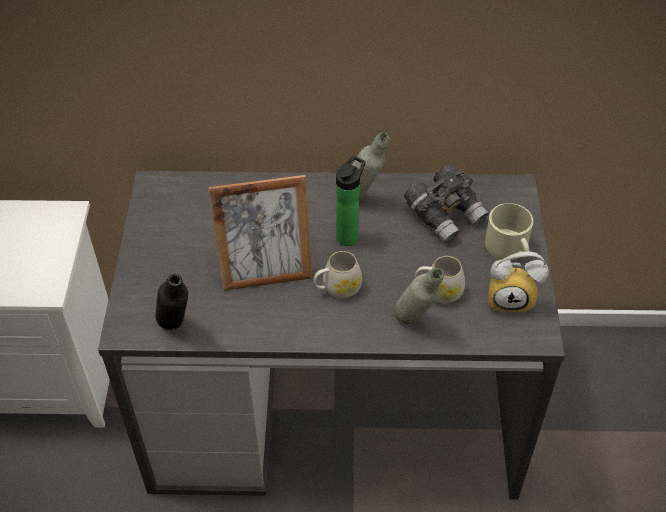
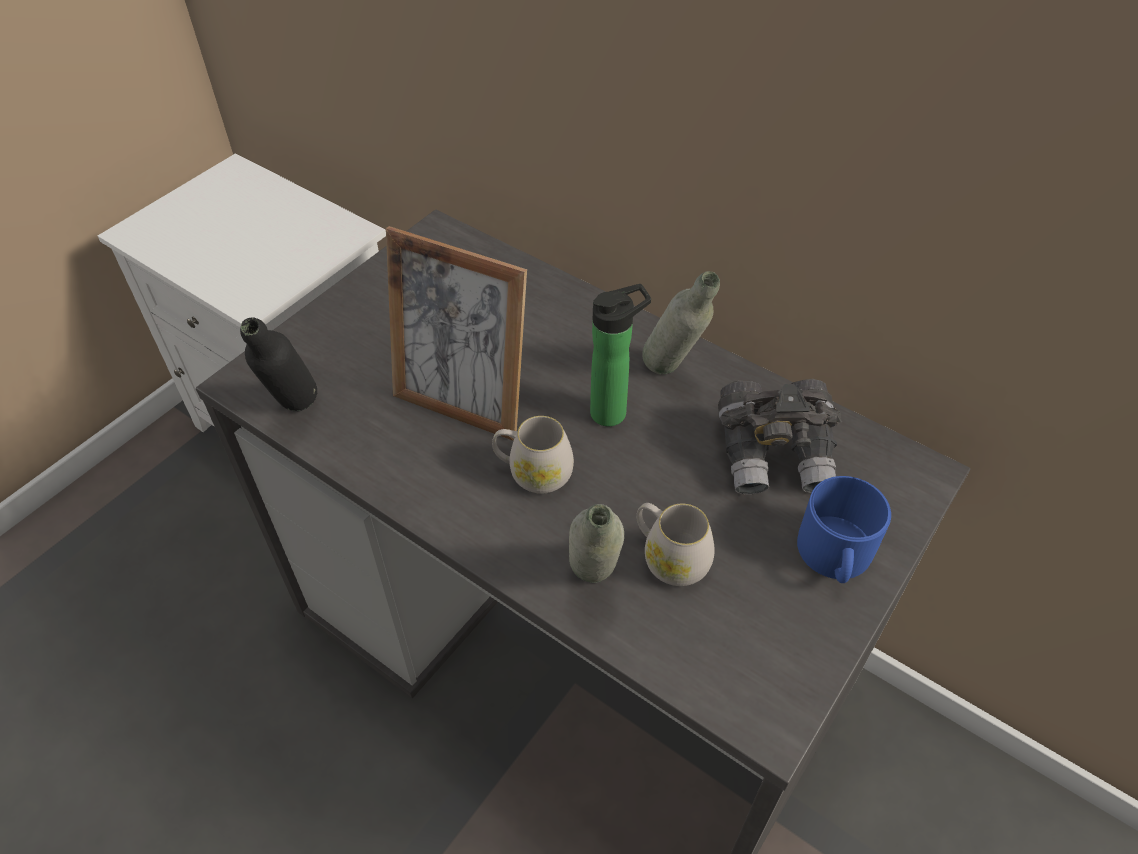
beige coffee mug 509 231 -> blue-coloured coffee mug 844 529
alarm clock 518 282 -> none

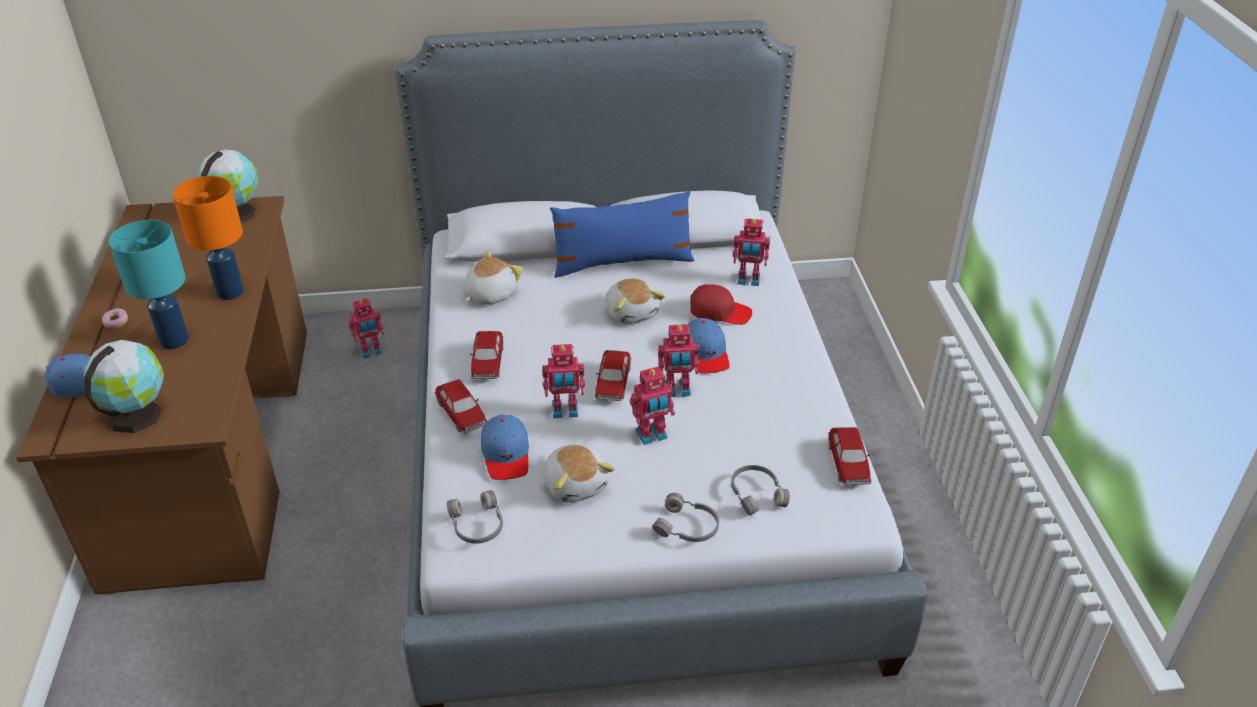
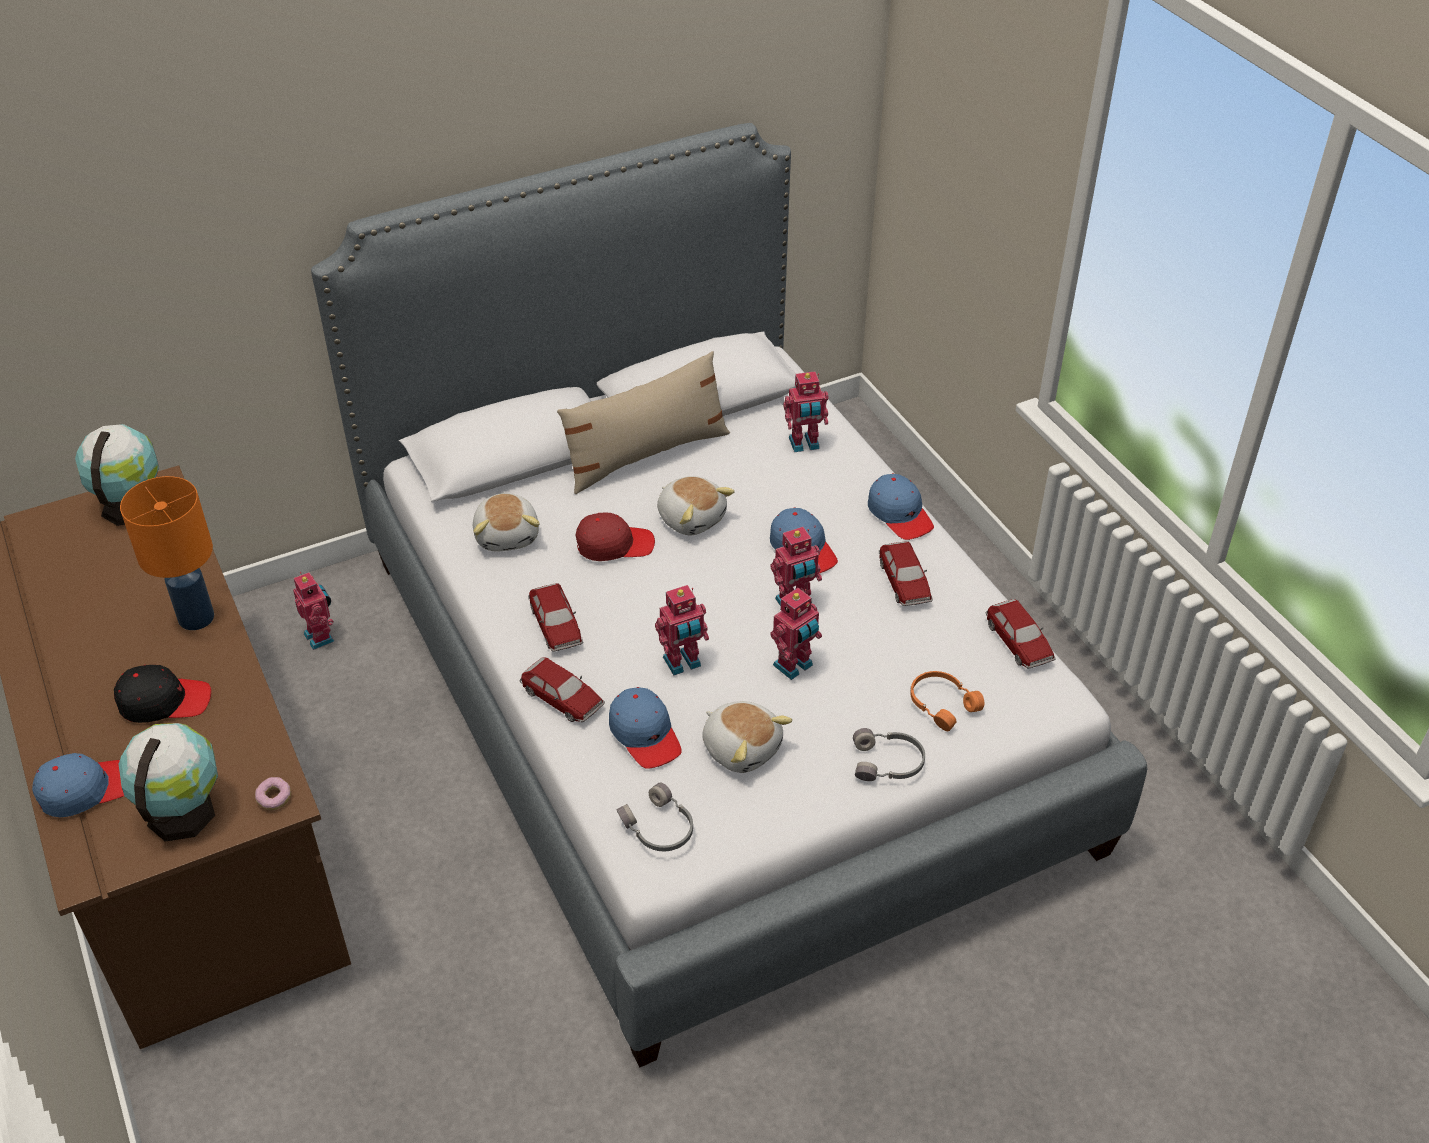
donut 115 318 -> donut 273 793, moved
turquoise-coloured table lamp 149 284 -> black-coloured cap 162 694
robot figure 366 328 -> robot figure 313 611, 75 degrees counterclockwise
plush toy 493 278 -> plush toy 506 522, 150 degrees clockwise
blue-coloured throw pillow 622 234 -> beige throw pillow 643 422
miniature car 613 375 -> miniature car 906 573, moved
red-coloured cap 721 304 -> red-coloured cap 615 536, moved
gray pair of headphones 760 490 -> orange-coloured pair of headphones 947 701
none -> blue-coloured cap 901 507

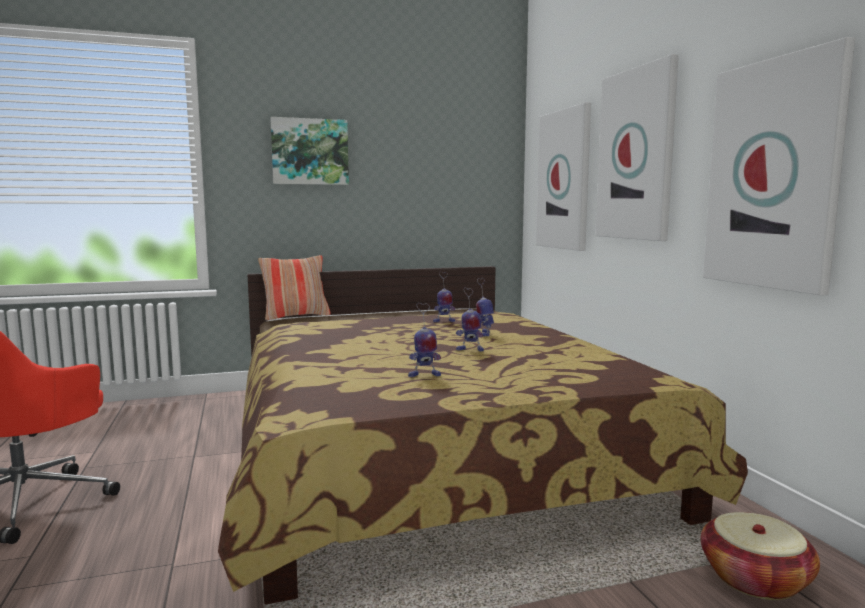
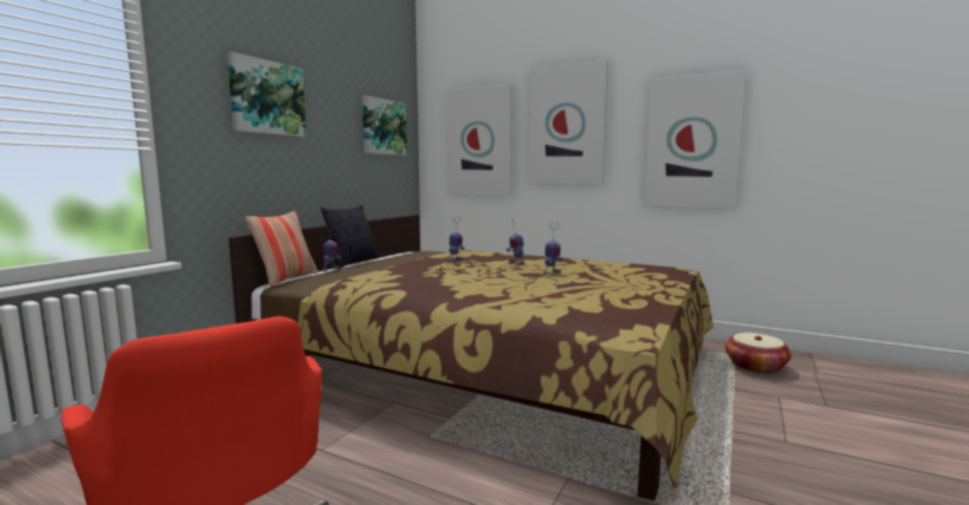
robot figure 424 340 -> robot figure 331 248, moved
none -> throw pillow 350 236
none -> wall art 384 125

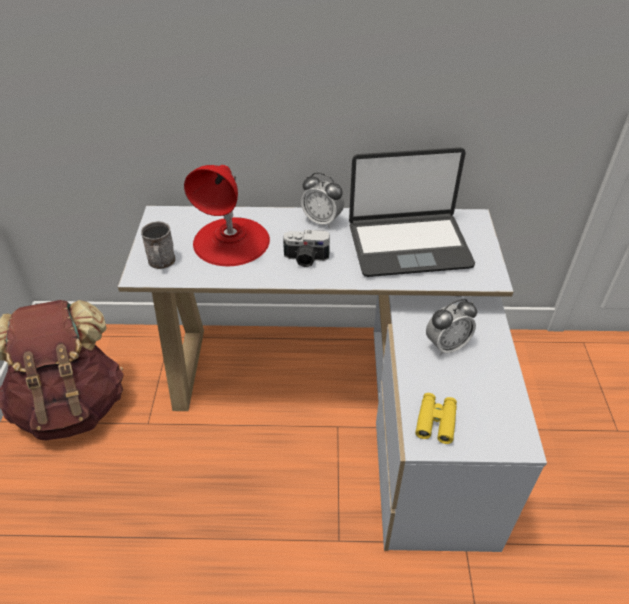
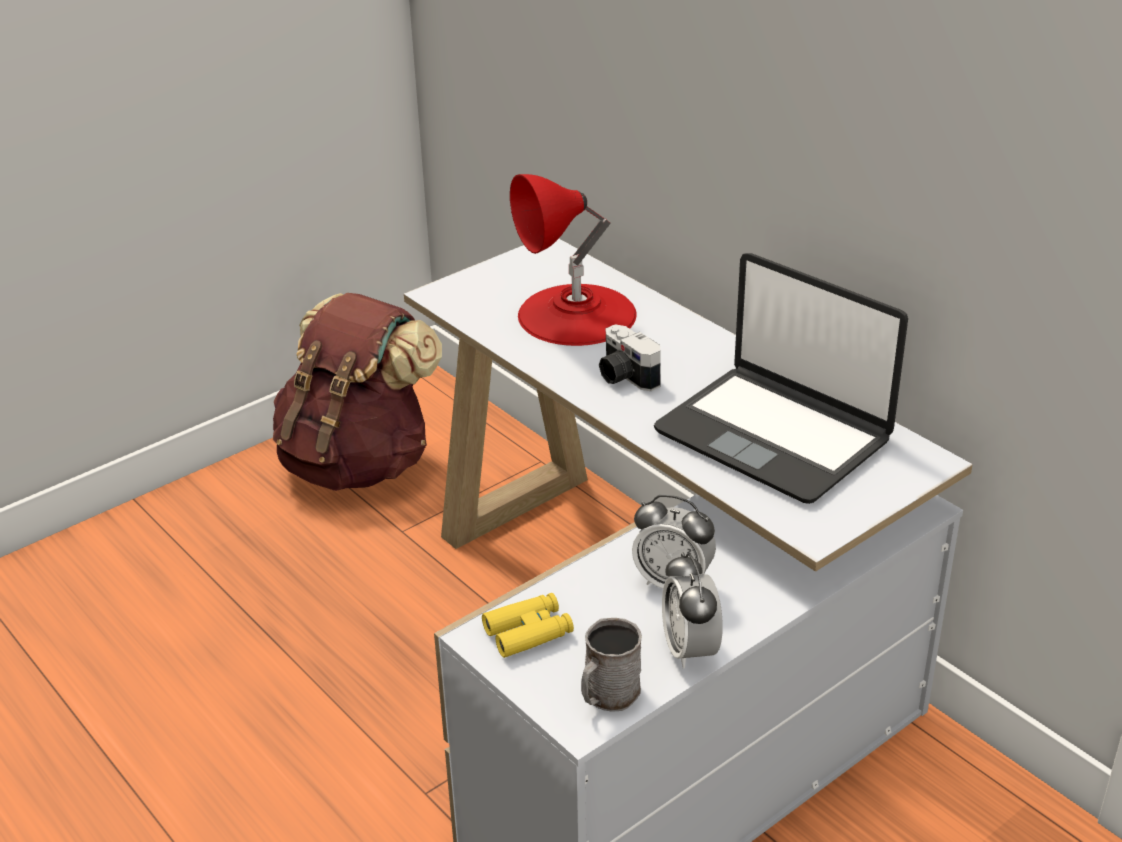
gray coffee mug 158 245 -> gray coffee mug 611 665, moved
alarm clock 322 200 -> alarm clock 692 610, moved

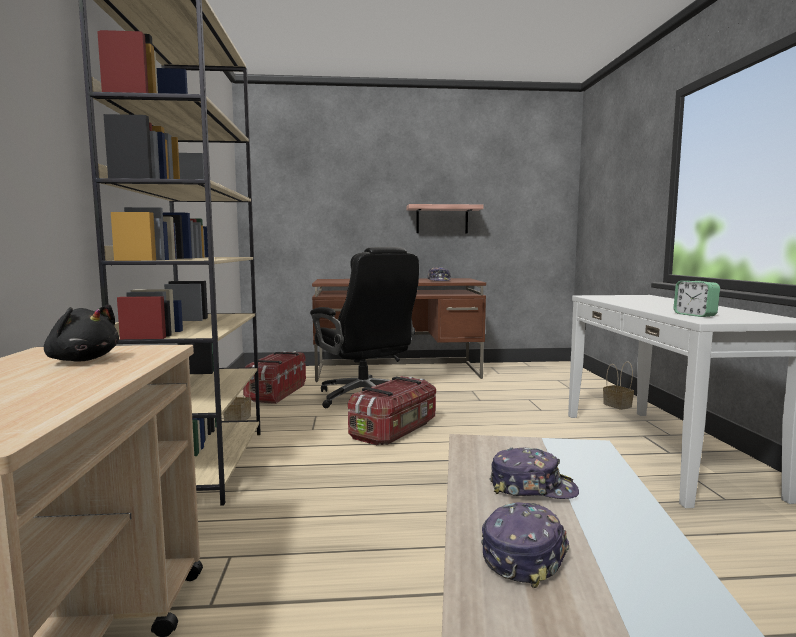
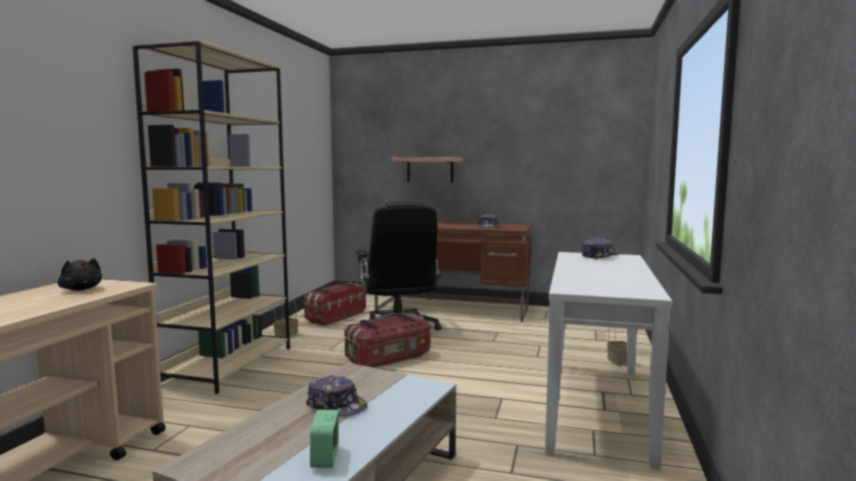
wall shelf 445 218 -> wall shelf 427 169, moved
cap 525 545 -> cap 600 249, moved
alarm clock 696 299 -> alarm clock 324 439, moved

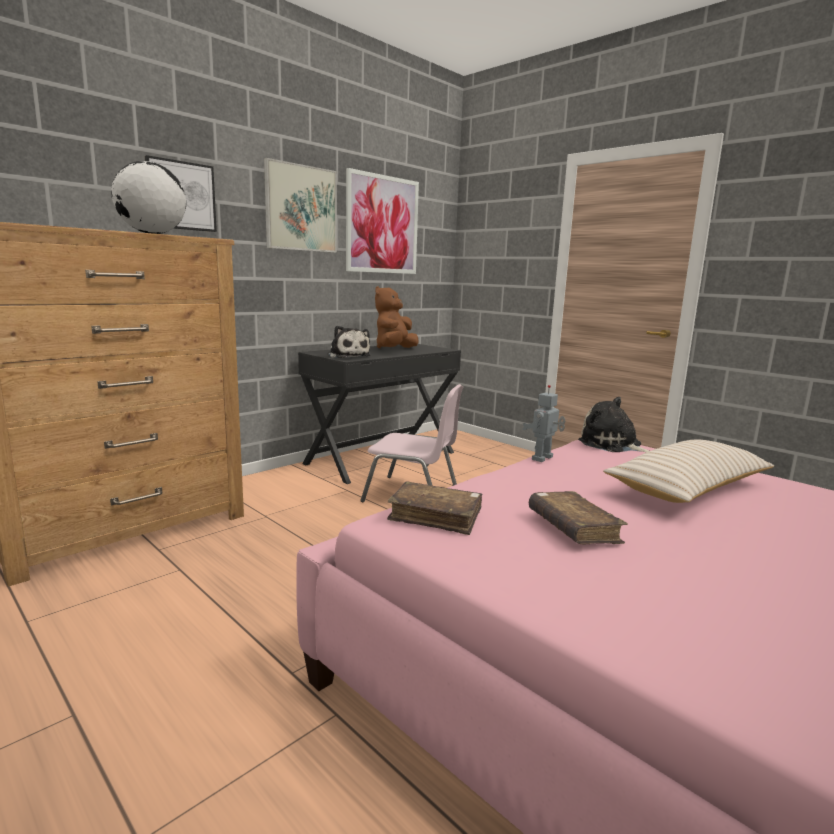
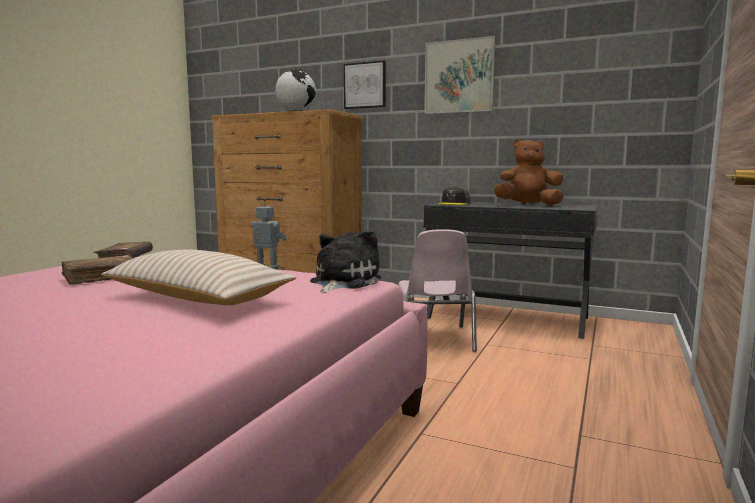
plush toy 349 342 -> gray cap 454 195
wall art 382 221 -> none

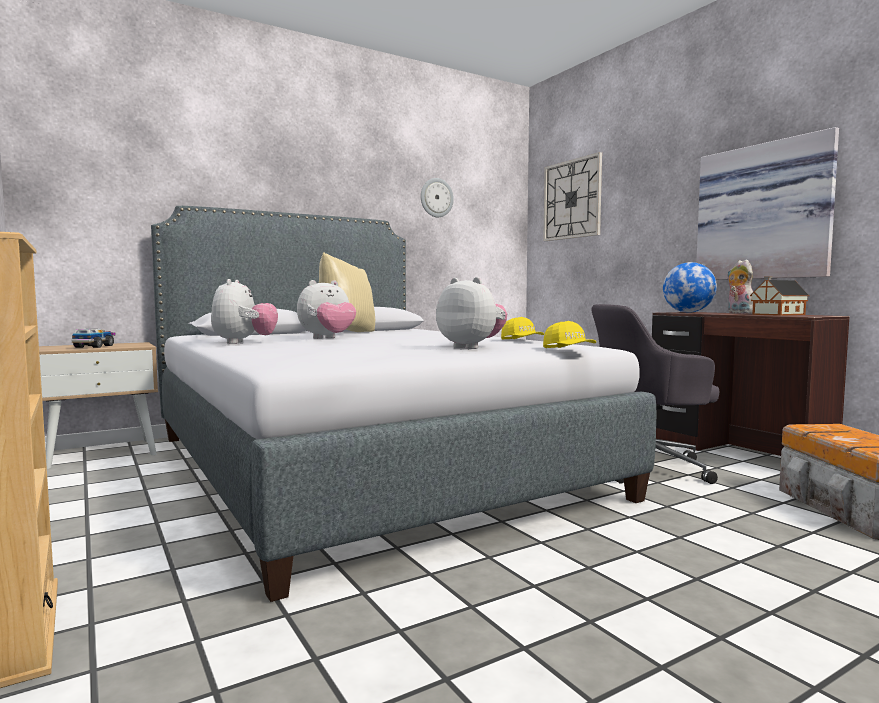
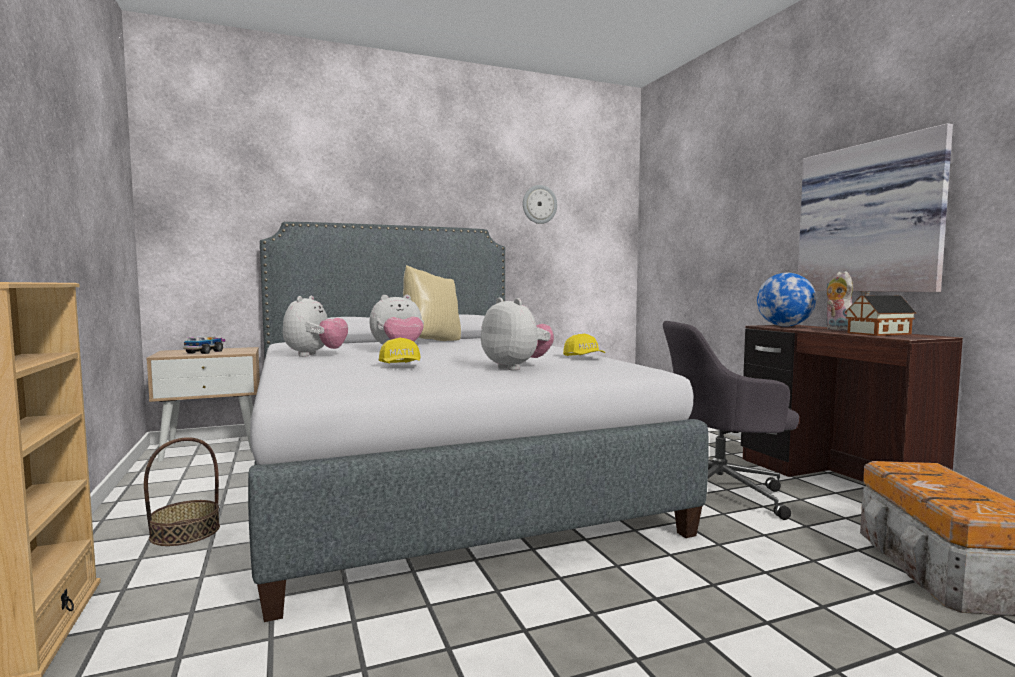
clock on the wall 572 196 -> none
yellowish cap 569 335 -> yellowish cap 400 350, moved
none -> basket 182 491

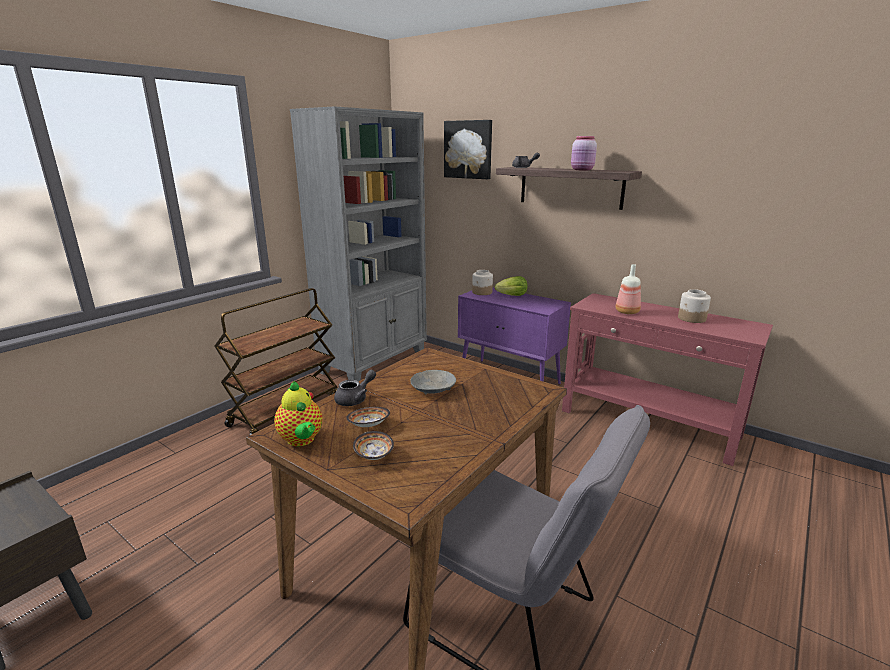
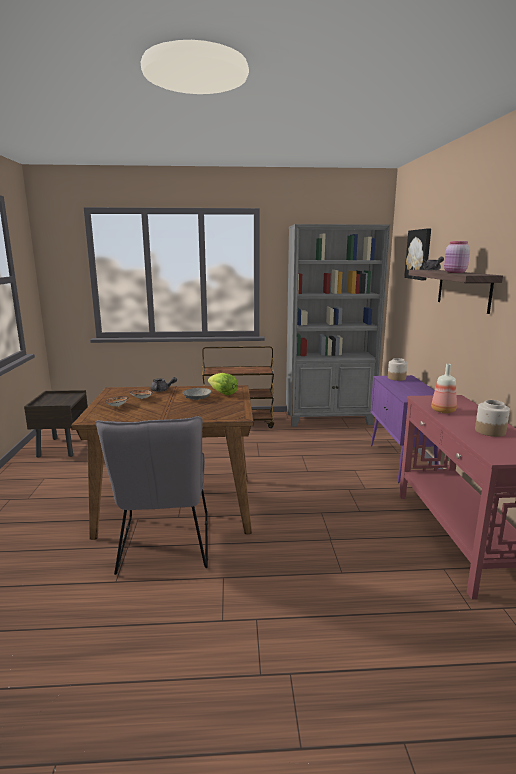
teapot 298 413 -> none
head of lettuce 511 286 -> head of lettuce 223 384, moved

